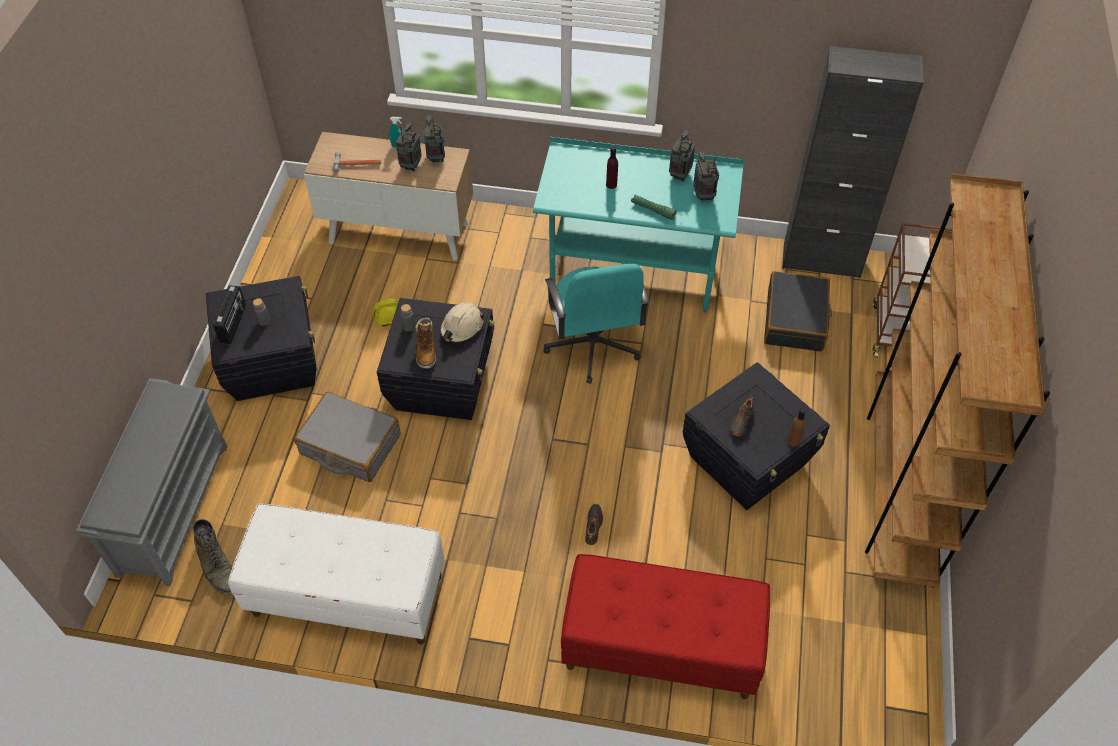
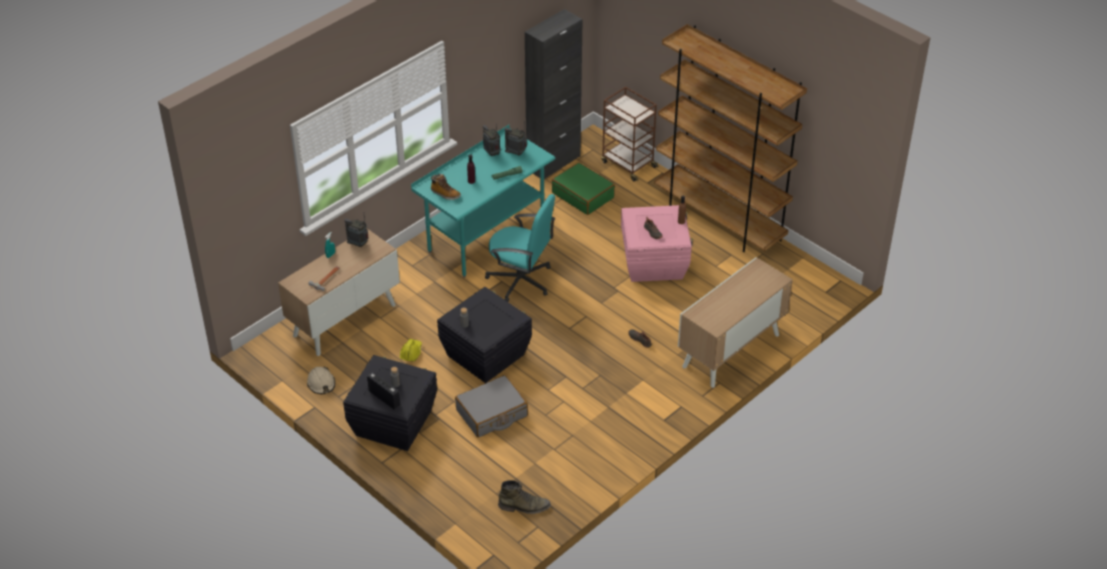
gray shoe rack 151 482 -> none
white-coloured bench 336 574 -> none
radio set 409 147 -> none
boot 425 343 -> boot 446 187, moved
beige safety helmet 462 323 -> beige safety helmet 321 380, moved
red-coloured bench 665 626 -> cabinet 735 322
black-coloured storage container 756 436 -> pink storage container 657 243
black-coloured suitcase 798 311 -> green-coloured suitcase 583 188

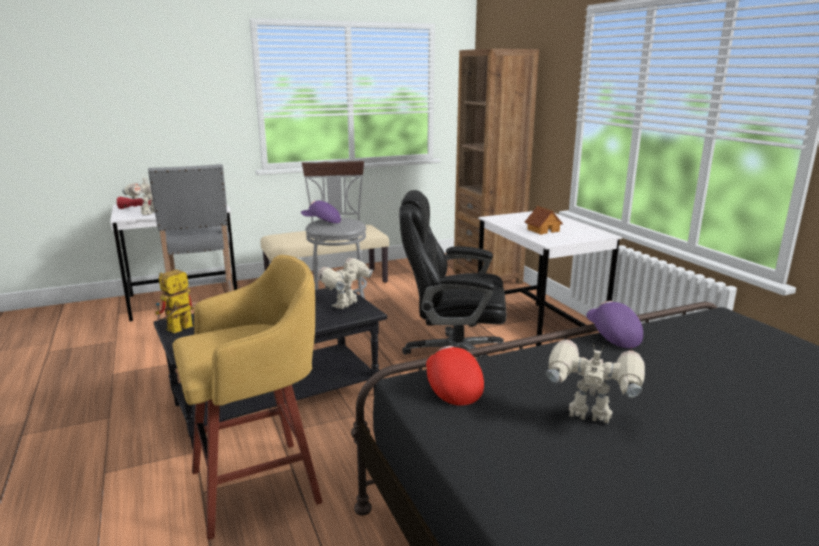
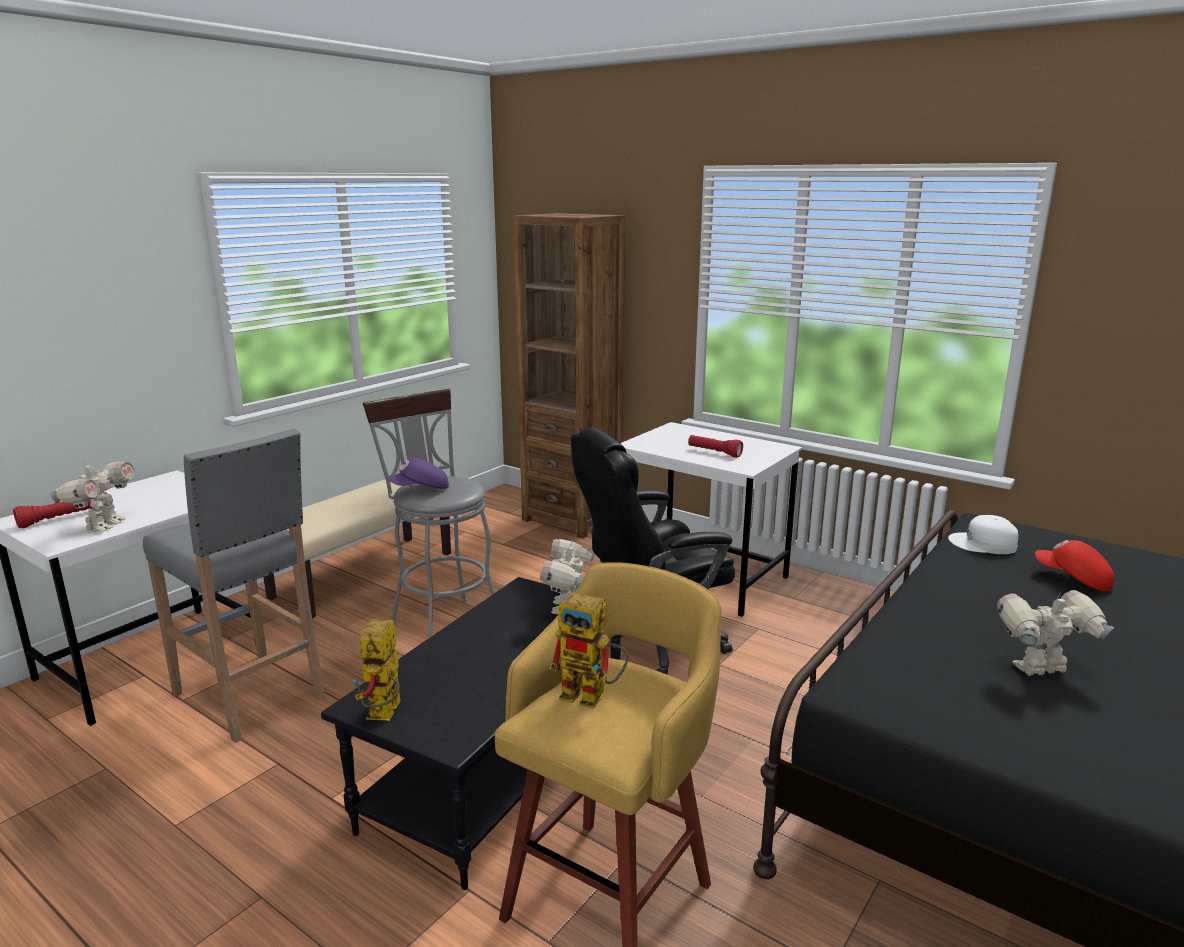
red-coloured cap 455 376 -> red-coloured cap 1074 565, moved
model house 544 220 -> red-coloured flashlight 715 446
purple-coloured cap 614 324 -> none
none -> robot figure 589 650
none -> white-coloured cap 983 534

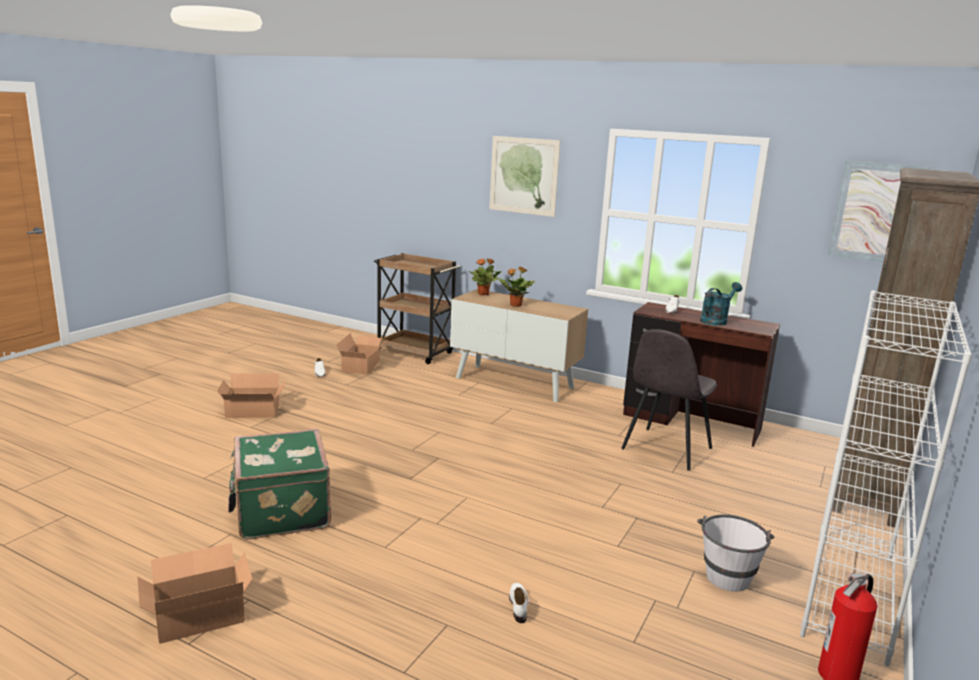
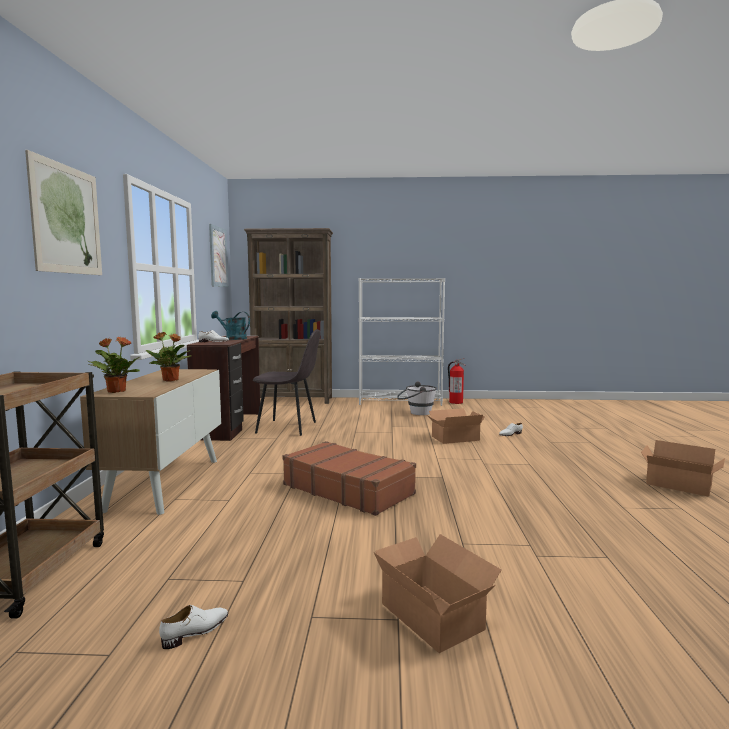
green-coloured suitcase 279 484 -> none
packing box 361 354 -> packing box 456 426, moved
none -> brownish suitcase 349 478

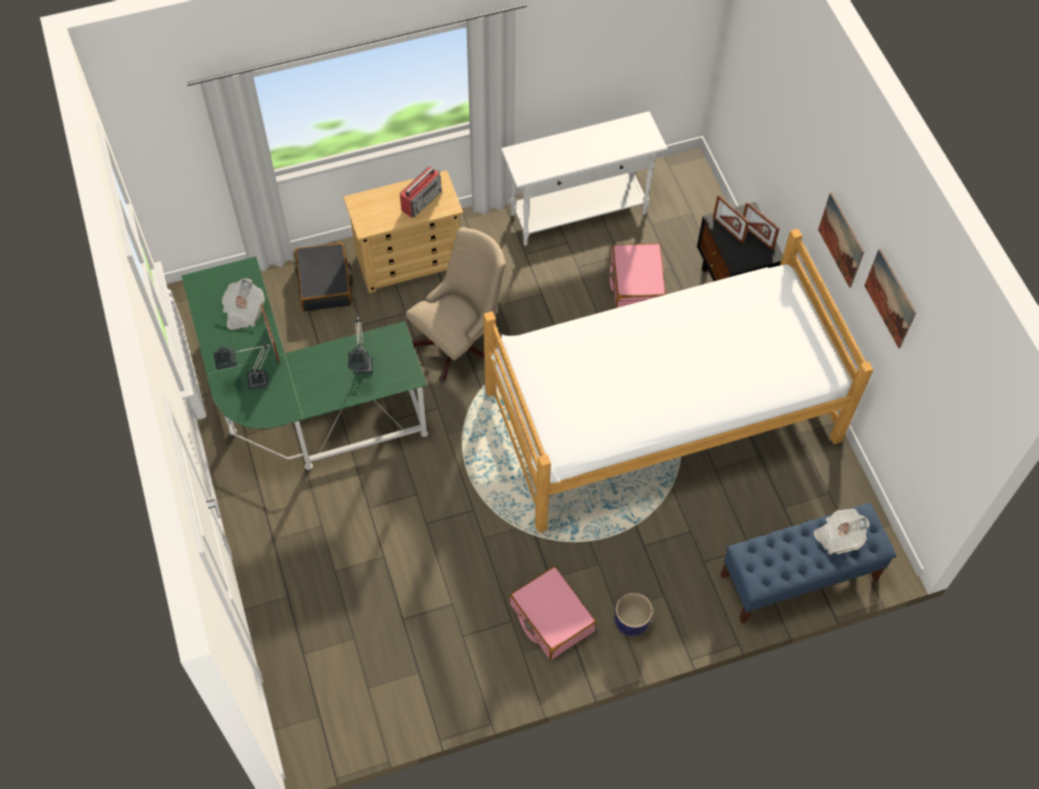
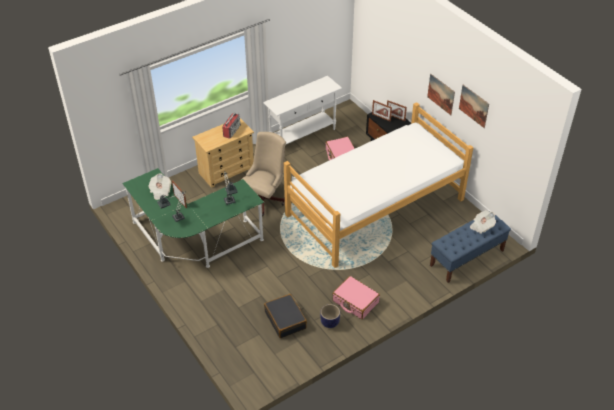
black-coloured suitcase 324 277 -> black-coloured suitcase 285 316, moved
plant pot 633 614 -> plant pot 330 316, moved

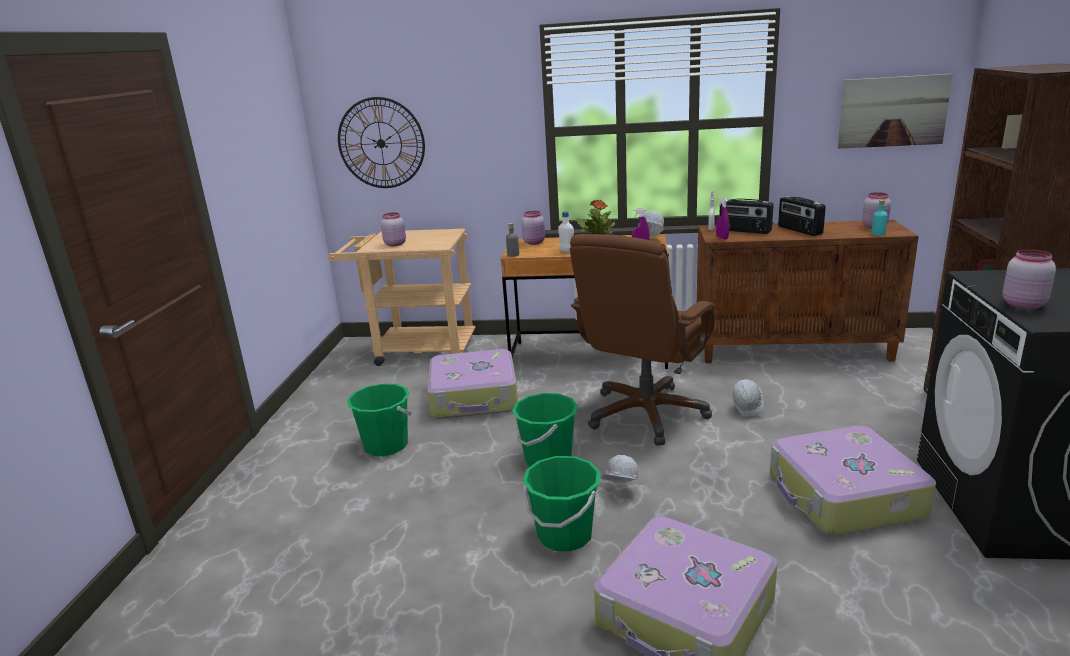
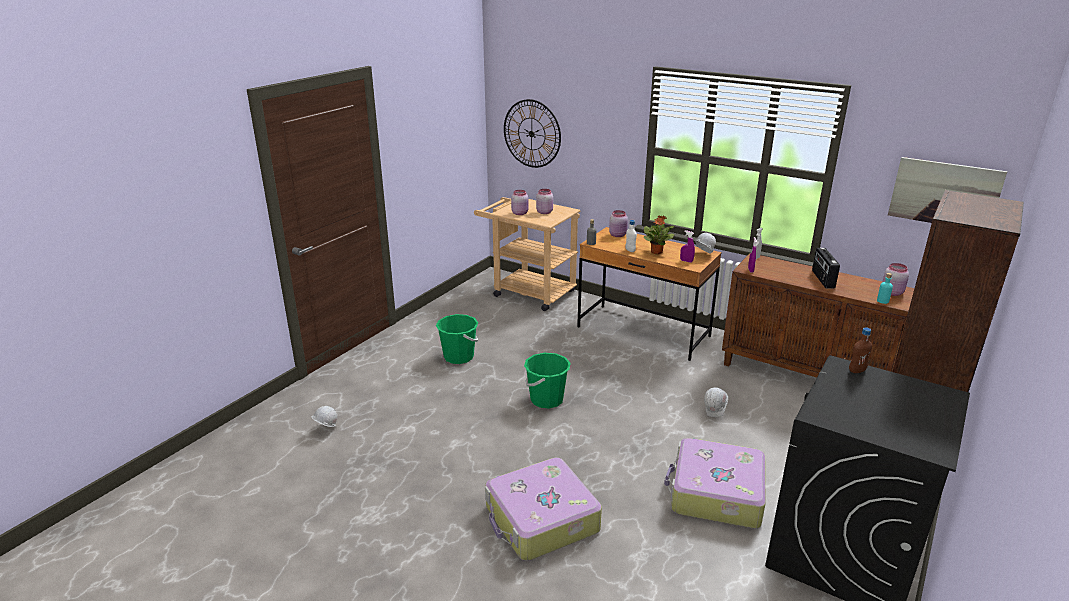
suitcase 472 384 -> none
green-coloured water bucket 561 504 -> none
brownish computer chair 642 340 -> none
white-coloured safety helmet 620 469 -> white-coloured safety helmet 324 416, moved
radio set 746 216 -> none
pink storage jar 1029 279 -> pink storage jar 544 201, moved
none -> brownish beverage bottle 860 350

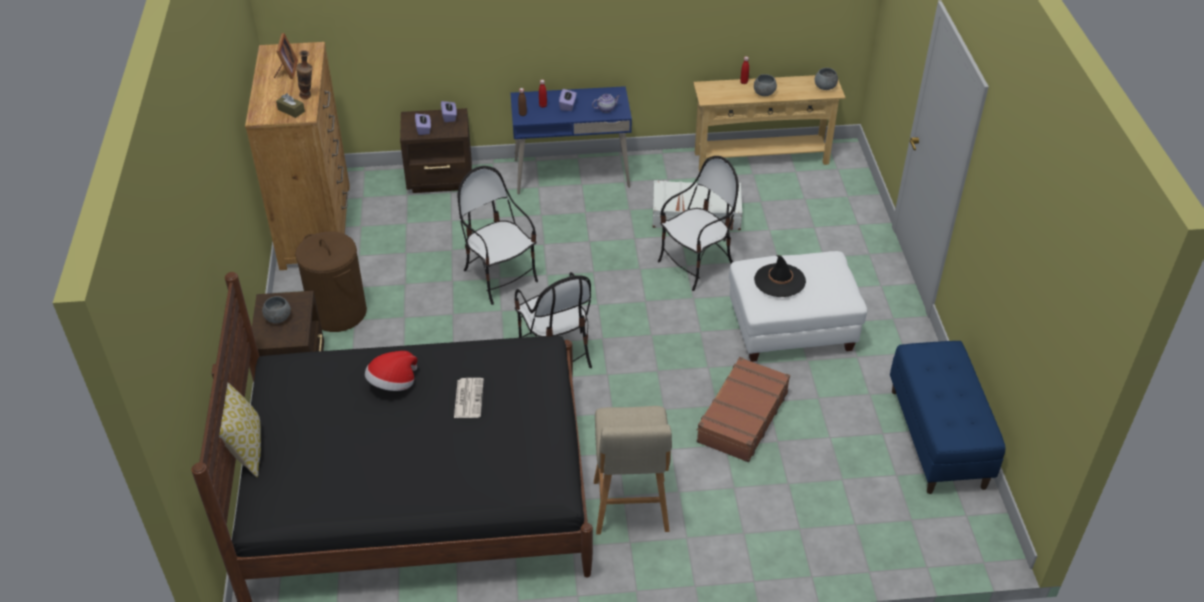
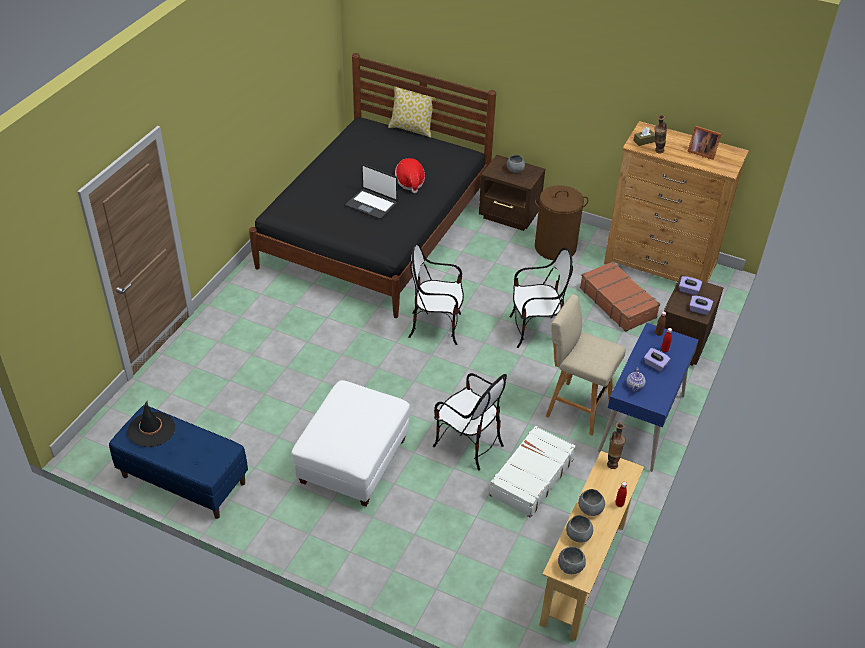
newspaper 469 398 -> portable computer 372 191
beige sitting stool 633 470 -> beige sitting stool 586 365, moved
upright chair 698 223 -> upright chair 470 421, 45 degrees counterclockwise
brownish suitcase 743 409 -> brownish suitcase 620 296, moved
black-coloured hat 780 276 -> black-coloured hat 151 423, moved
none -> gray bowl 579 529
none -> decorative vase 616 446

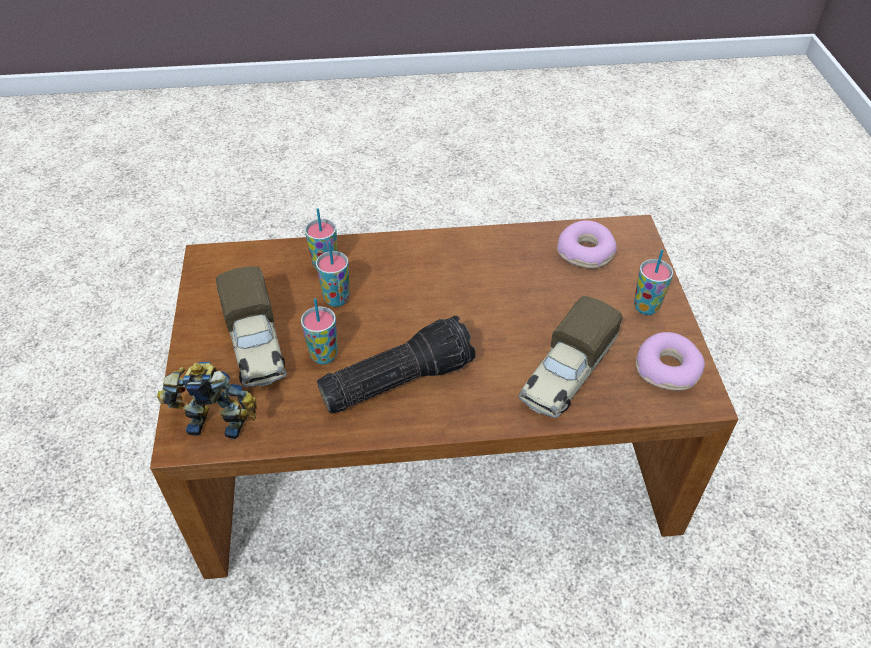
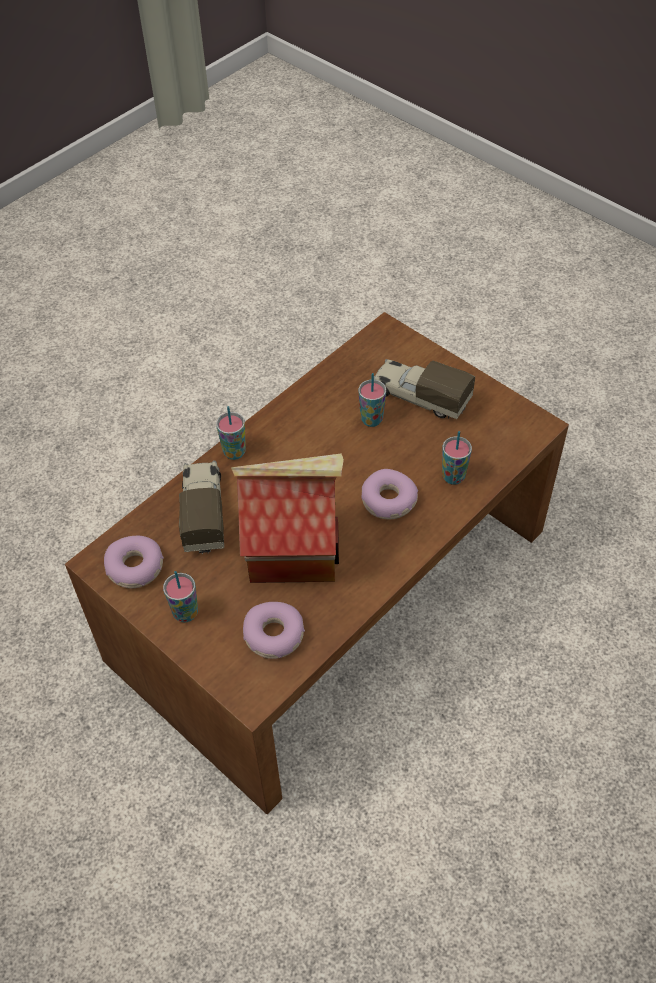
robot figure 207 400 -> none
small cup 333 274 -> small cup 231 433, moved
flashlight 396 364 -> none
none -> model house 287 518
none -> donut 390 494

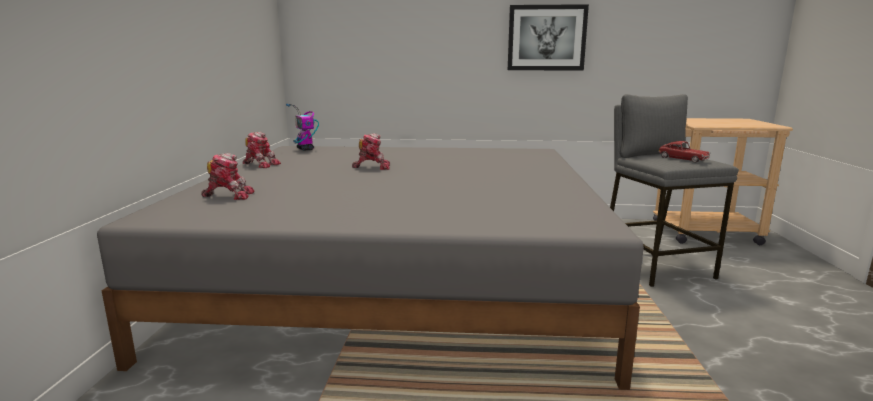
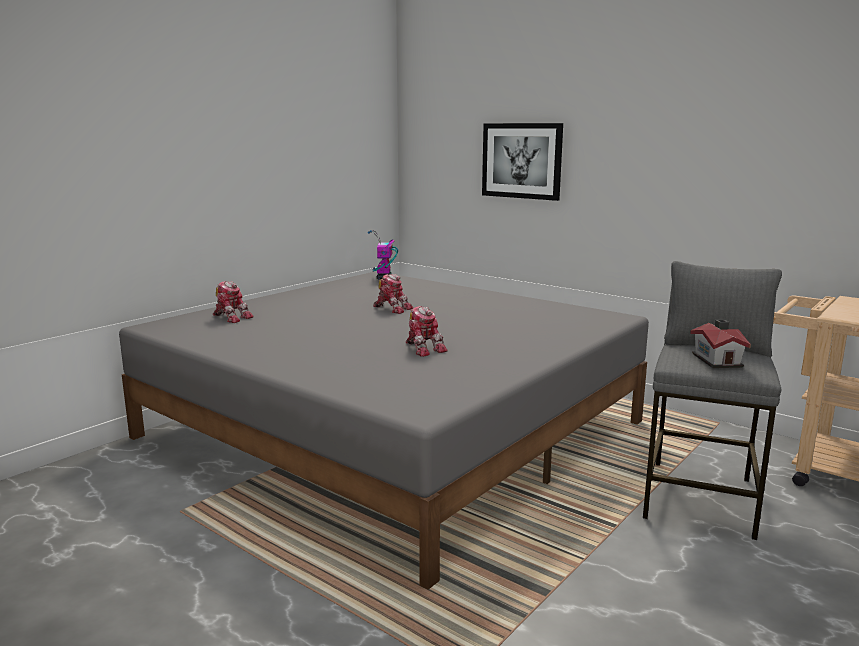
robot figure 261 150 -> robot figure 426 331, moved
wall art 548 37 -> wall art 522 162, moved
miniature car 684 152 -> model house 720 344

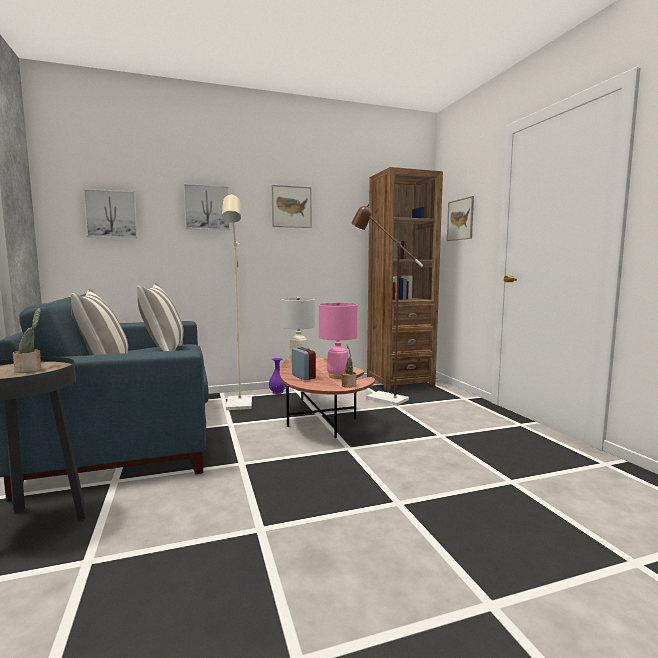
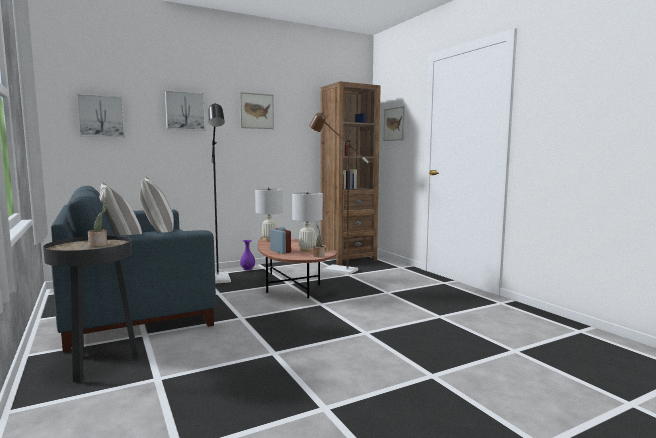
beige standard lamp 237 302 -> black-coloured standard lamp 220 193
pink table lamp 338 340 -> white-coloured table lamp 307 221

